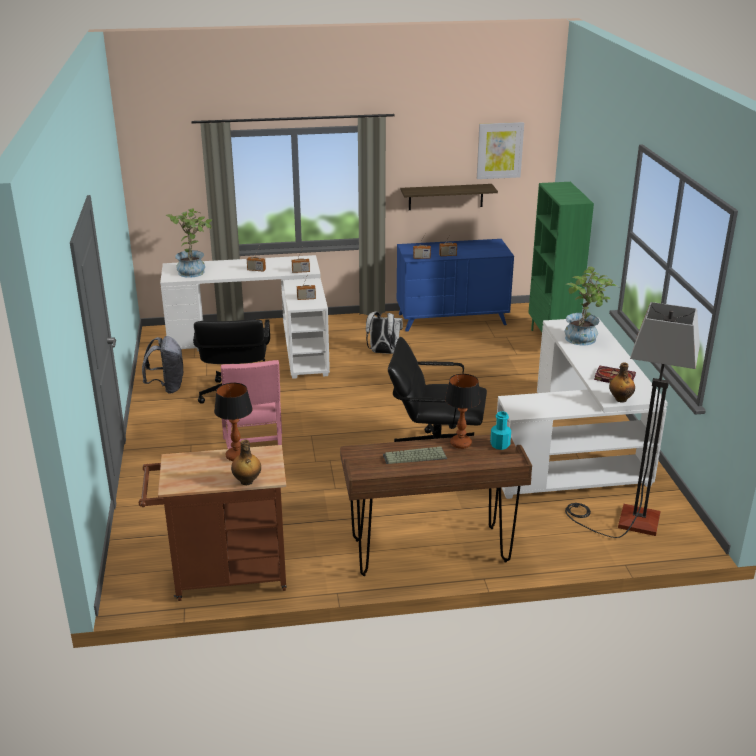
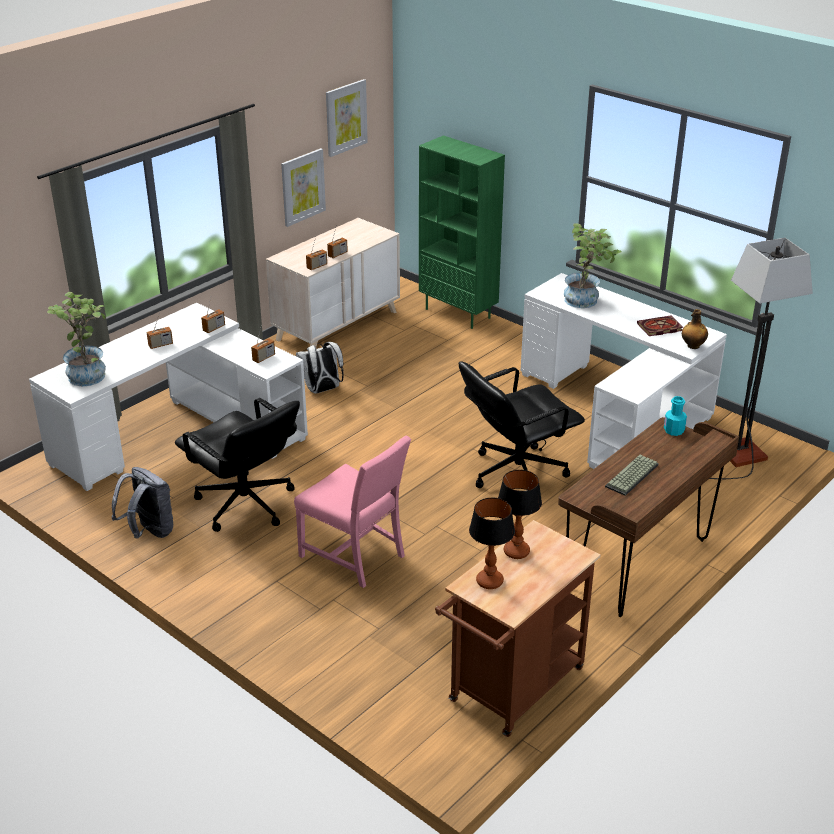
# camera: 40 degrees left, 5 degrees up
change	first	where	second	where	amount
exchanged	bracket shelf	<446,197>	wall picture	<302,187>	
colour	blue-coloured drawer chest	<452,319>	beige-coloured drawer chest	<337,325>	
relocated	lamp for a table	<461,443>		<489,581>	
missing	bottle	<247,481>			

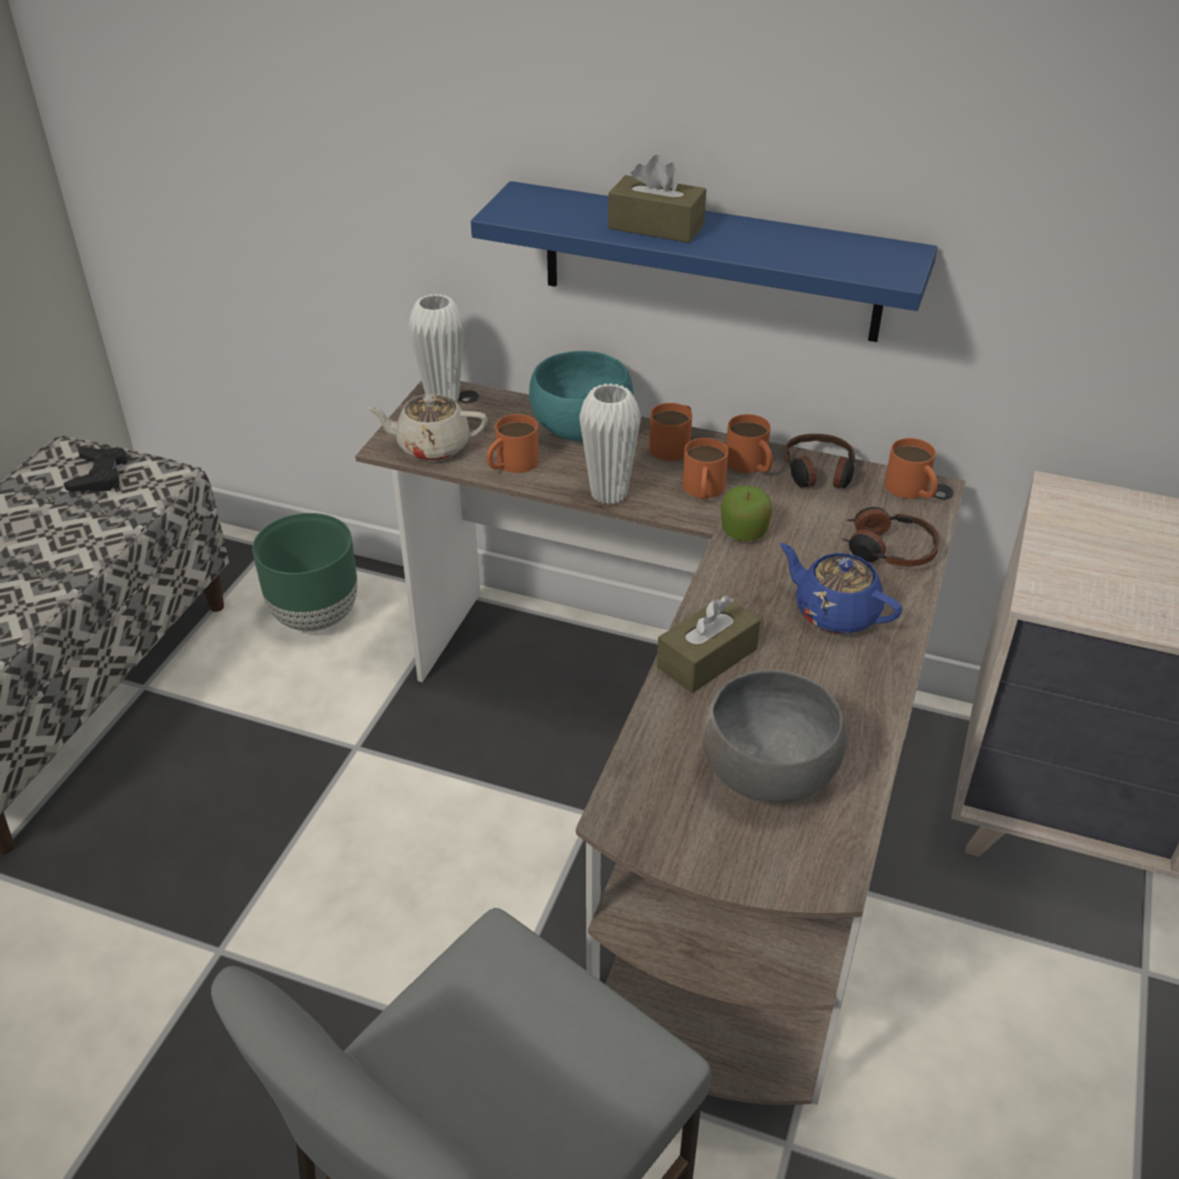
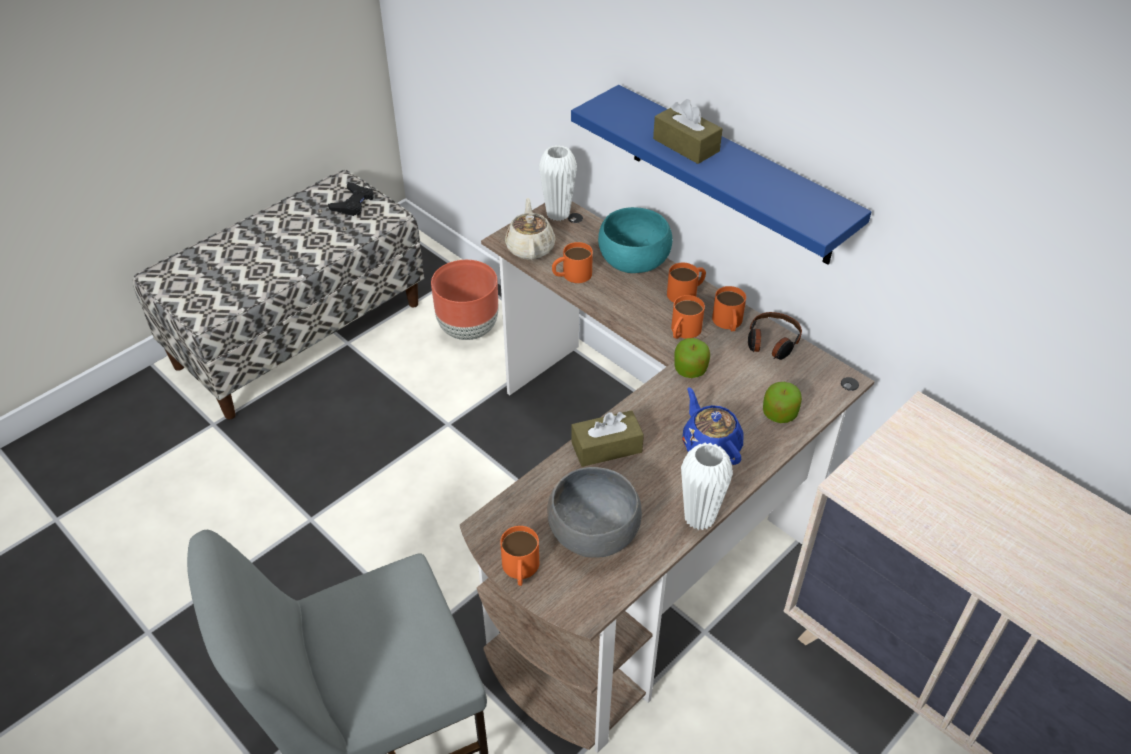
# camera: 25 degrees right, 5 degrees up
change	first	where	second	where	amount
relocated	white-coloured flower vase	<609,493>		<699,518>	
spun	beige-coloured pot for tea	<431,446>		<530,247>	60 degrees clockwise
relocated	orange-coloured coffee mug	<912,490>		<520,570>	
exchanged	headset	<888,549>	whole apple	<779,413>	
colour	green planter	<316,615>	brownish planter	<469,329>	

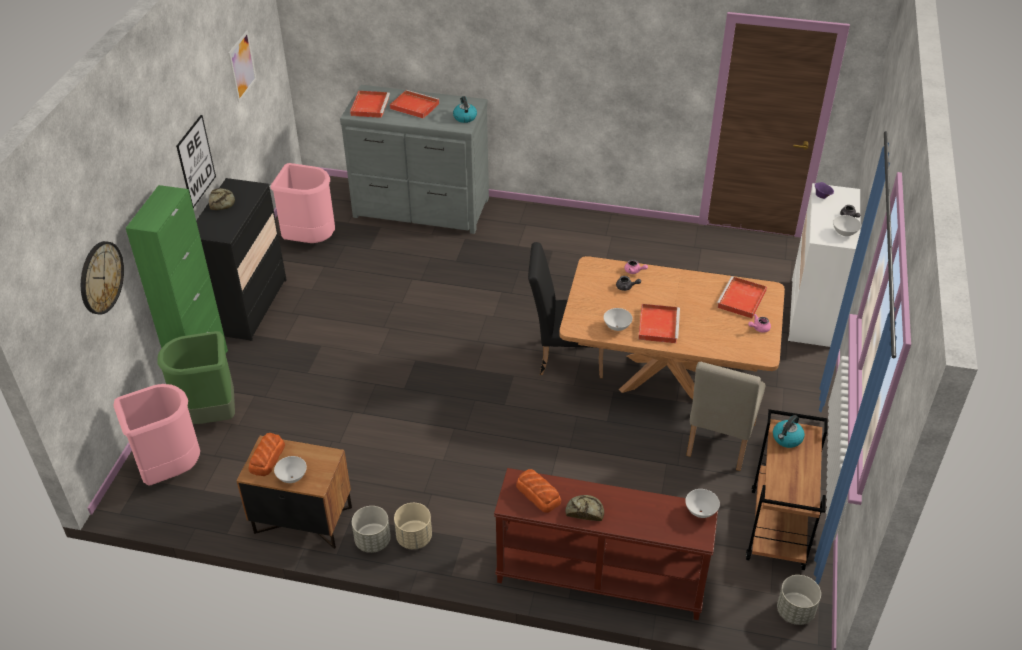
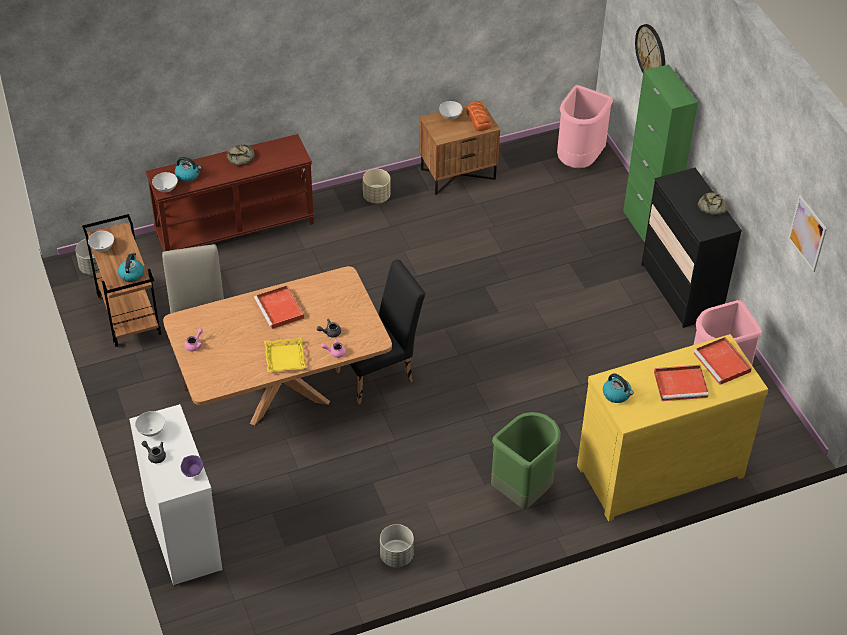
# camera: 145 degrees right, 5 degrees up
change	first	where	second	where	amount
colour	gray drawer chest	<421,209>	yellowish drawer chest	<658,469>	
missing	wall picture	<196,161>			
missing	red-coloured serving tray	<741,300>			
relocated	white-coloured serving bowl	<617,327>		<102,248>	
relocated	green waste bin	<210,416>		<522,491>	
missing	baked bread	<538,494>			
relocated	gray planter	<372,541>		<396,556>	
appeared			kettle	<188,175>	
appeared			yellowish serving tray	<285,358>	

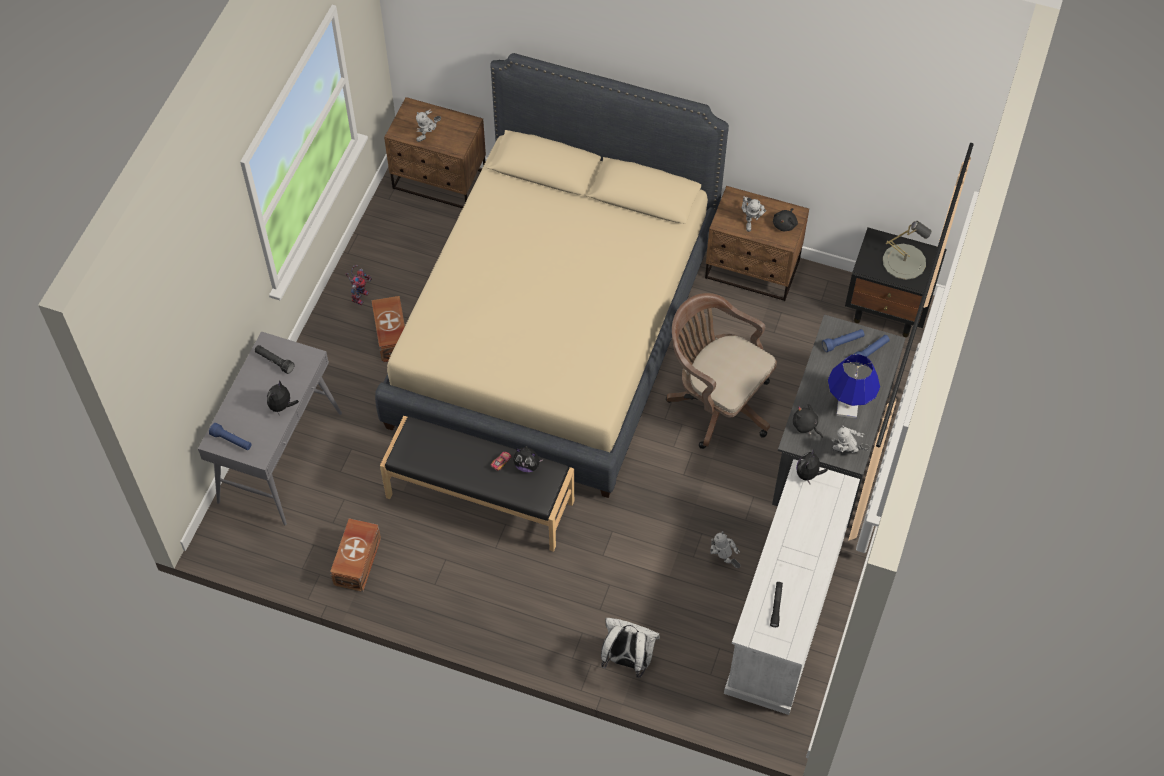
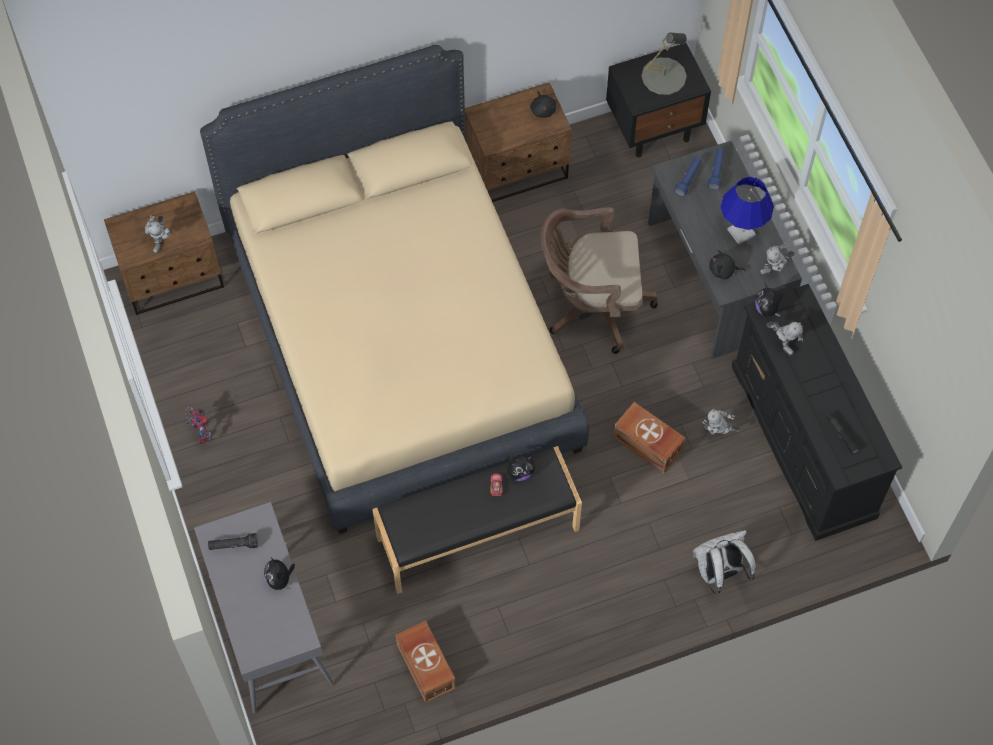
# camera: 40 degrees left, 5 degrees up
change	first	where	second	where	amount
relocated	robot figure	<750,221>		<783,343>	
relocated	brownish storage box	<391,337>		<648,445>	
missing	blue-coloured flashlight	<232,441>			
colour	white-coloured drawer chest	<785,615>	black-coloured drawer chest	<803,442>	

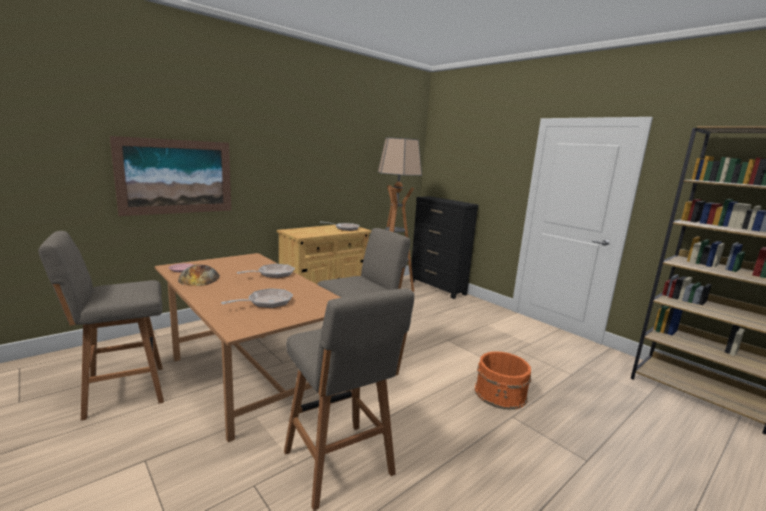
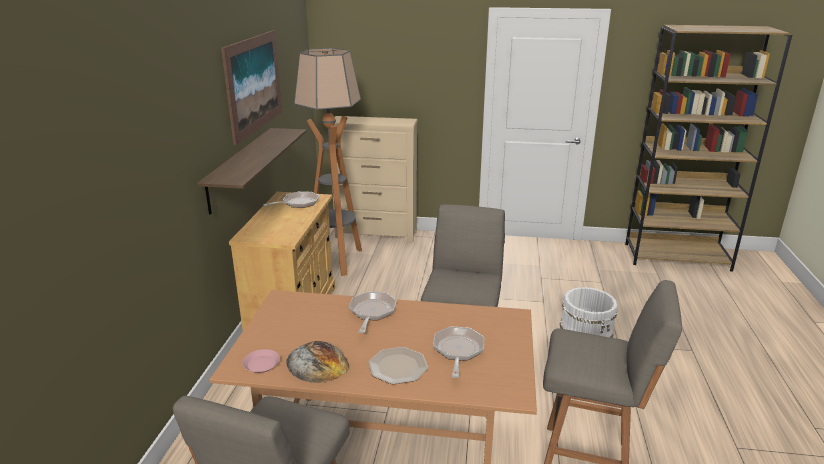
# camera: 40 degrees left, 10 degrees up
change	first	where	second	where	amount
relocated	wall picture	<176,177>		<254,84>	
colour	black-coloured drawer chest	<437,288>	beige-coloured drawer chest	<377,234>	
colour	orange-coloured water bucket	<501,393>	white-coloured water bucket	<587,328>	
appeared			bracket shelf	<240,168>	
appeared			plate	<397,367>	

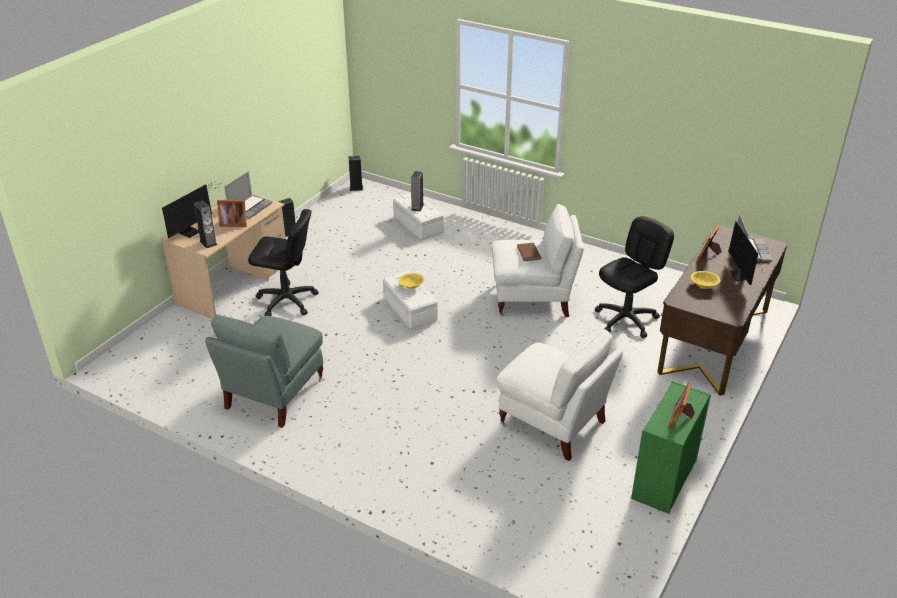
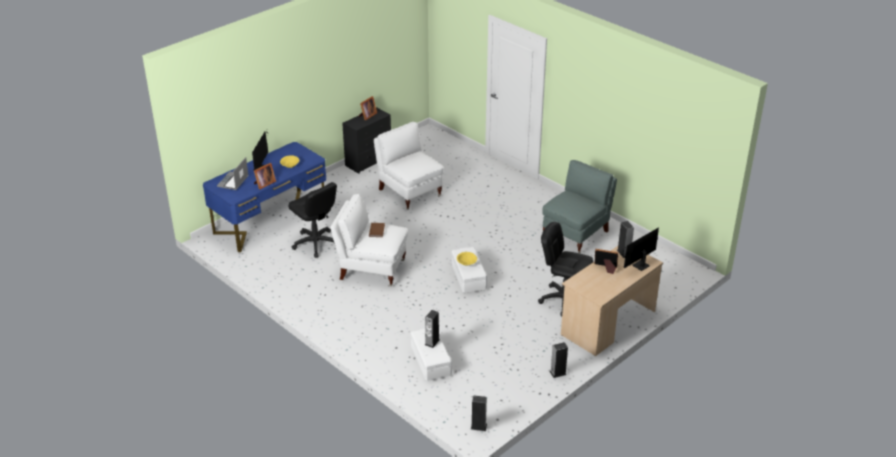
# camera: 165 degrees left, 0 degrees up
change	first	where	second	where	amount
missing	portable computer	<250,207>			
spun	black-coloured computer chair	<626,320>		<315,243>	105 degrees counterclockwise
colour	brownish desk unit	<714,341>	blue-coloured desk unit	<270,220>	
colour	green drawer chest	<664,480>	black-coloured drawer chest	<369,161>	

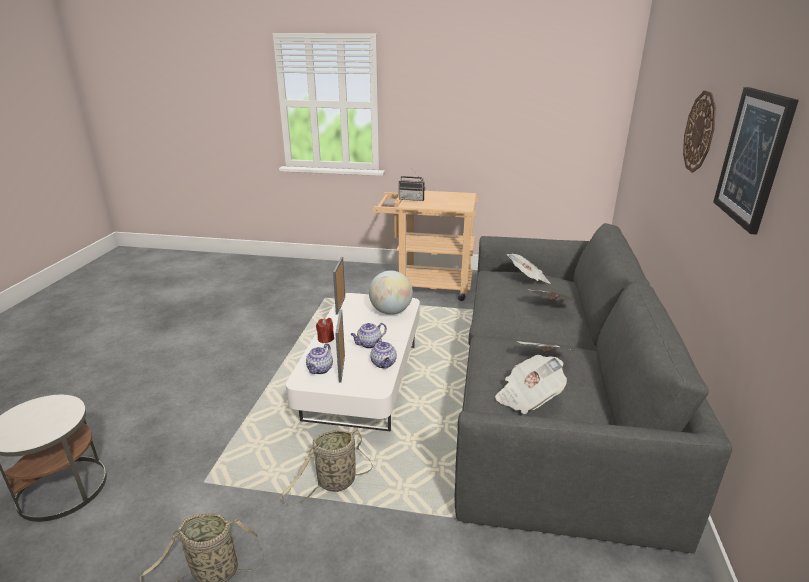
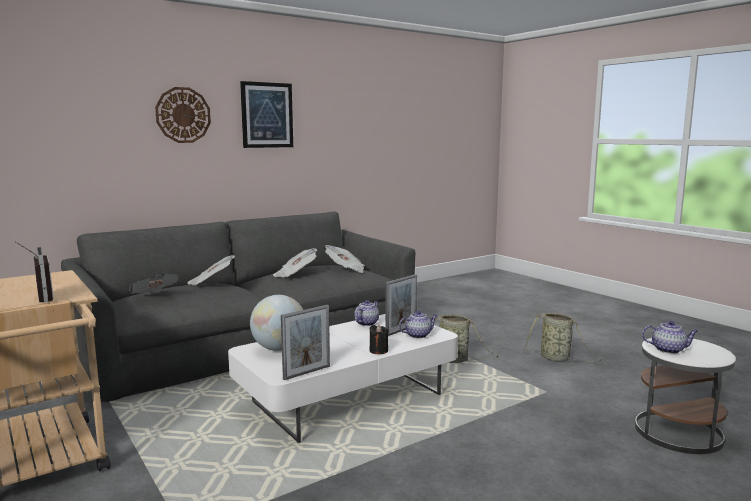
# camera: 135 degrees left, 15 degrees down
change	first	where	second	where	amount
colour	red-coloured wax light	<325,339>	black-coloured wax light	<378,351>	
relocated	pot for tea	<369,344>		<668,349>	

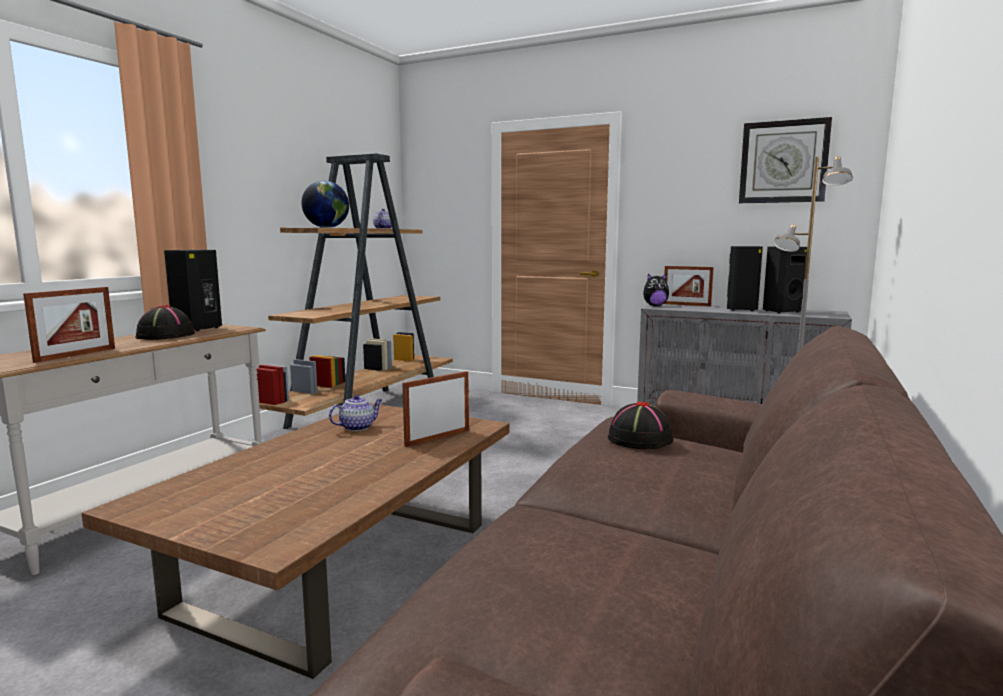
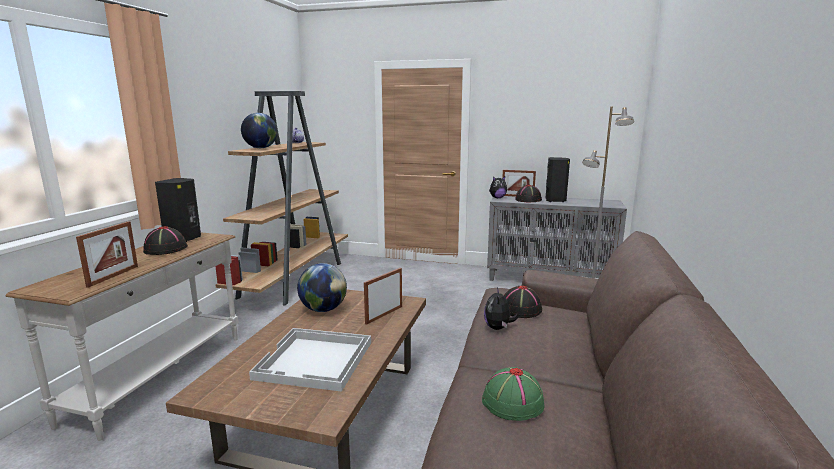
# camera: 10 degrees left, 5 degrees up
change	first	where	second	where	amount
missing	wall clock	<783,162>			
missing	black-coloured audio speaker	<781,311>			
exchanged	pot for tea	<357,427>	desk globe	<323,309>	
appeared			black-coloured hat	<528,200>	
appeared			cuddly toy	<498,328>	
appeared			white-coloured serving tray	<315,360>	
appeared			green hat	<512,402>	

